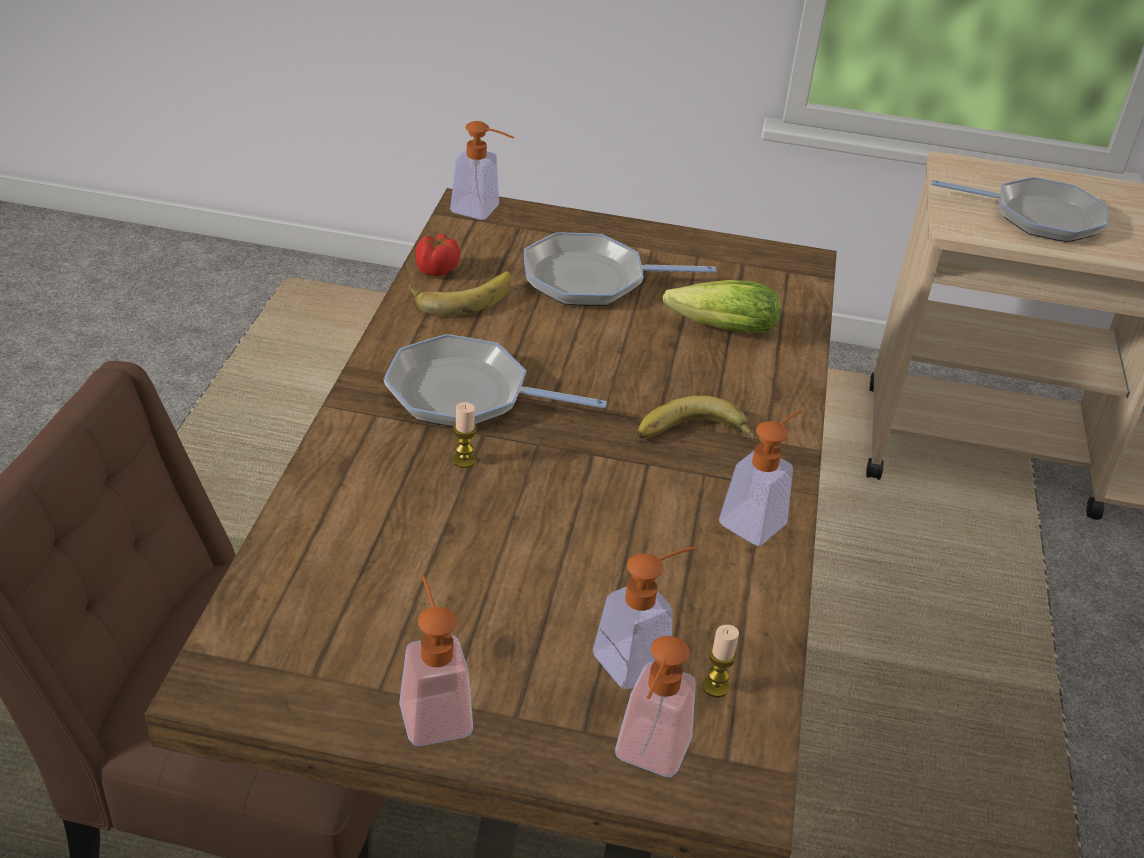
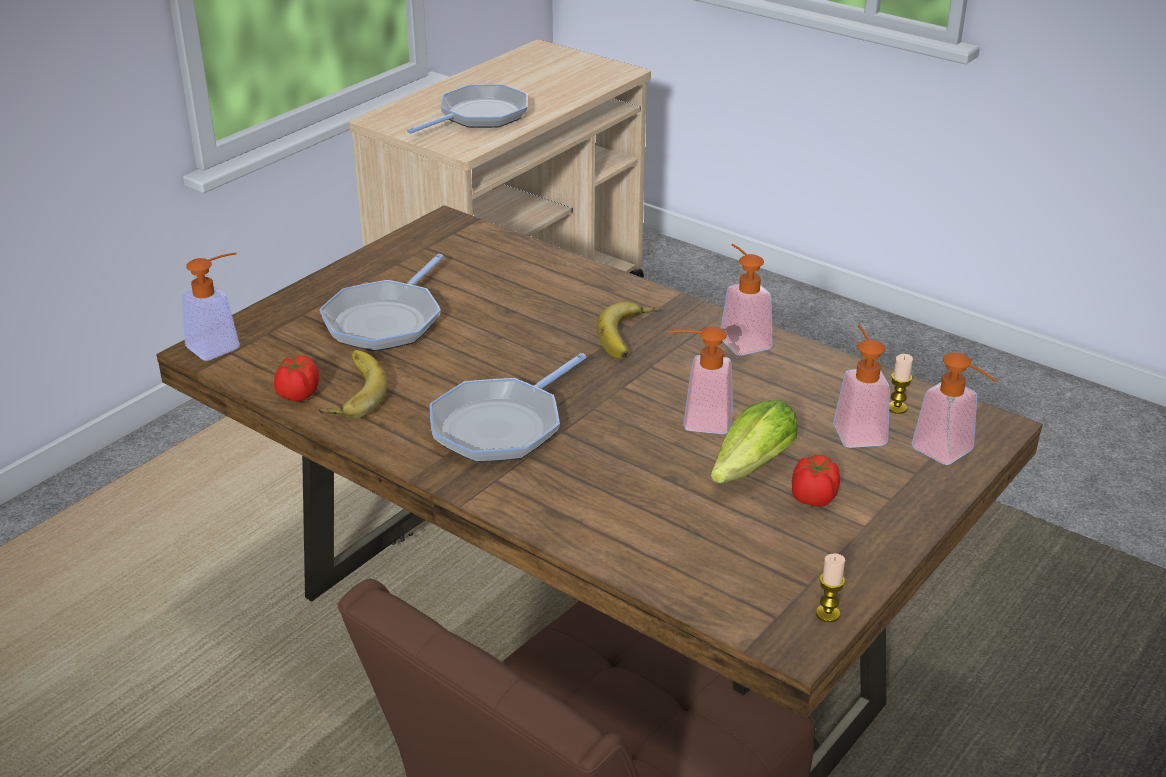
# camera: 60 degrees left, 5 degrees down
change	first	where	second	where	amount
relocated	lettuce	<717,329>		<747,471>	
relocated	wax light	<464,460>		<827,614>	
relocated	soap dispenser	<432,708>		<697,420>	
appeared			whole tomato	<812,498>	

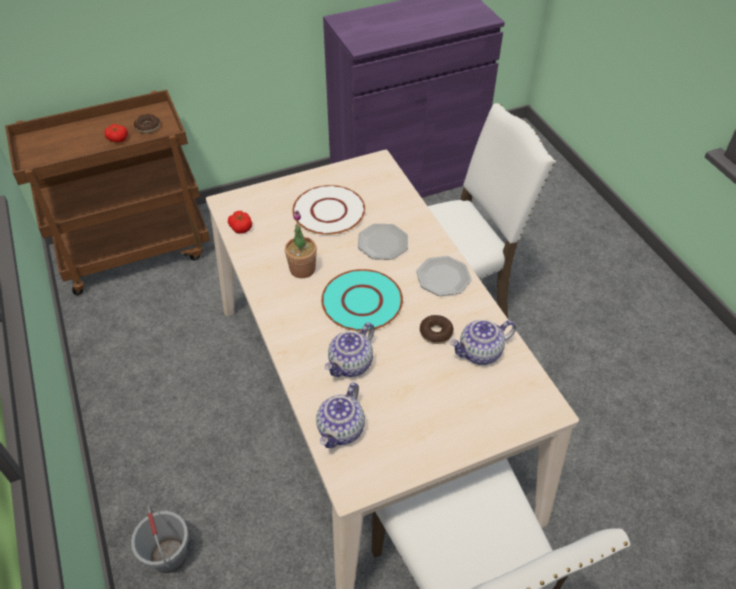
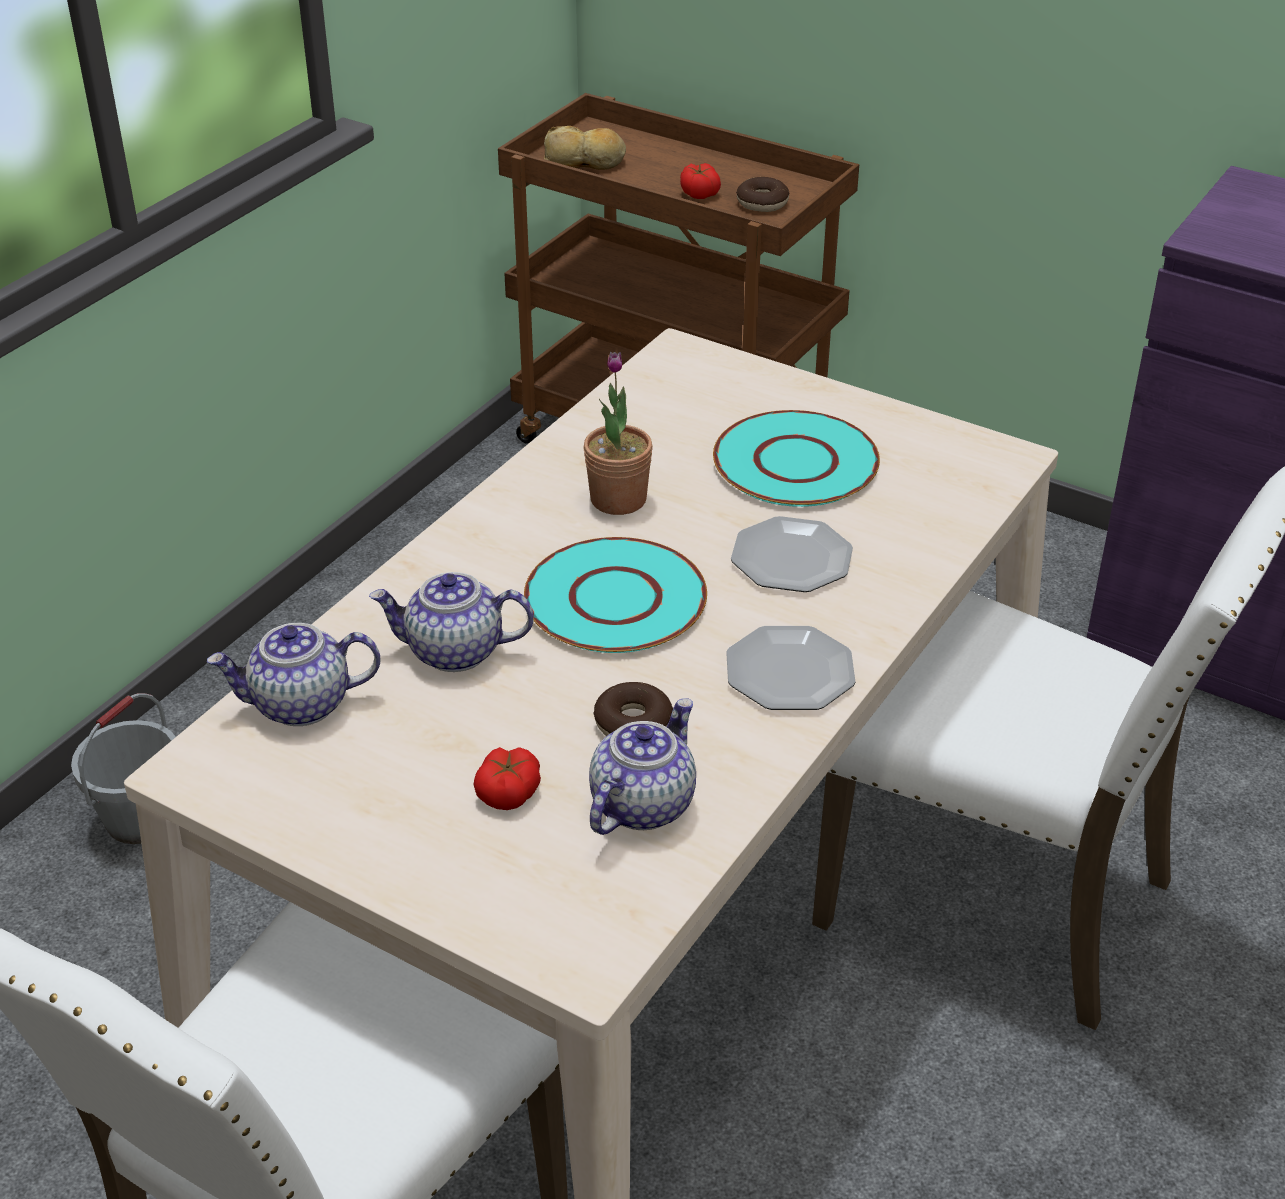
# camera: 55 degrees right, 10 degrees down
change	first	where	second	where	amount
colour	white-coloured plate	<328,211>	turquoise-coloured plate	<796,462>	
relocated	whole tomato	<241,227>		<509,792>	
spun	pot for tea	<480,353>		<641,804>	90 degrees clockwise
appeared			baked bread	<585,161>	

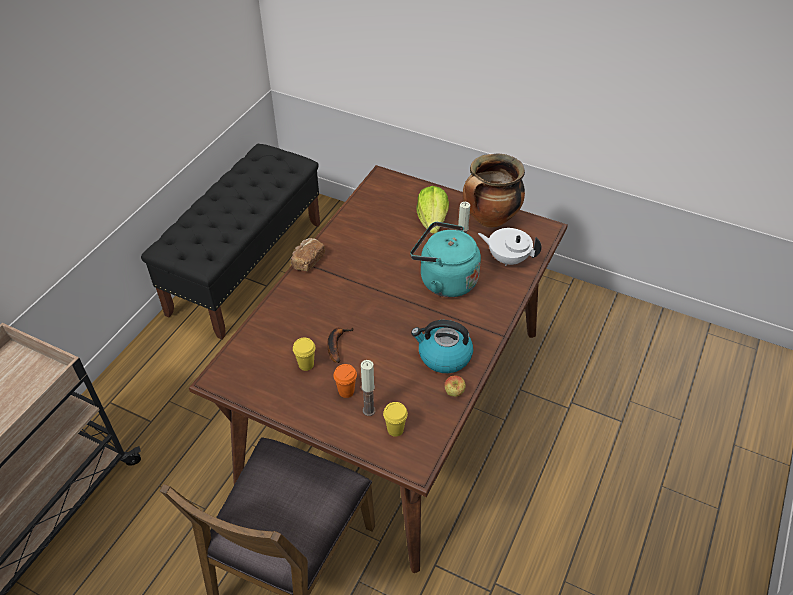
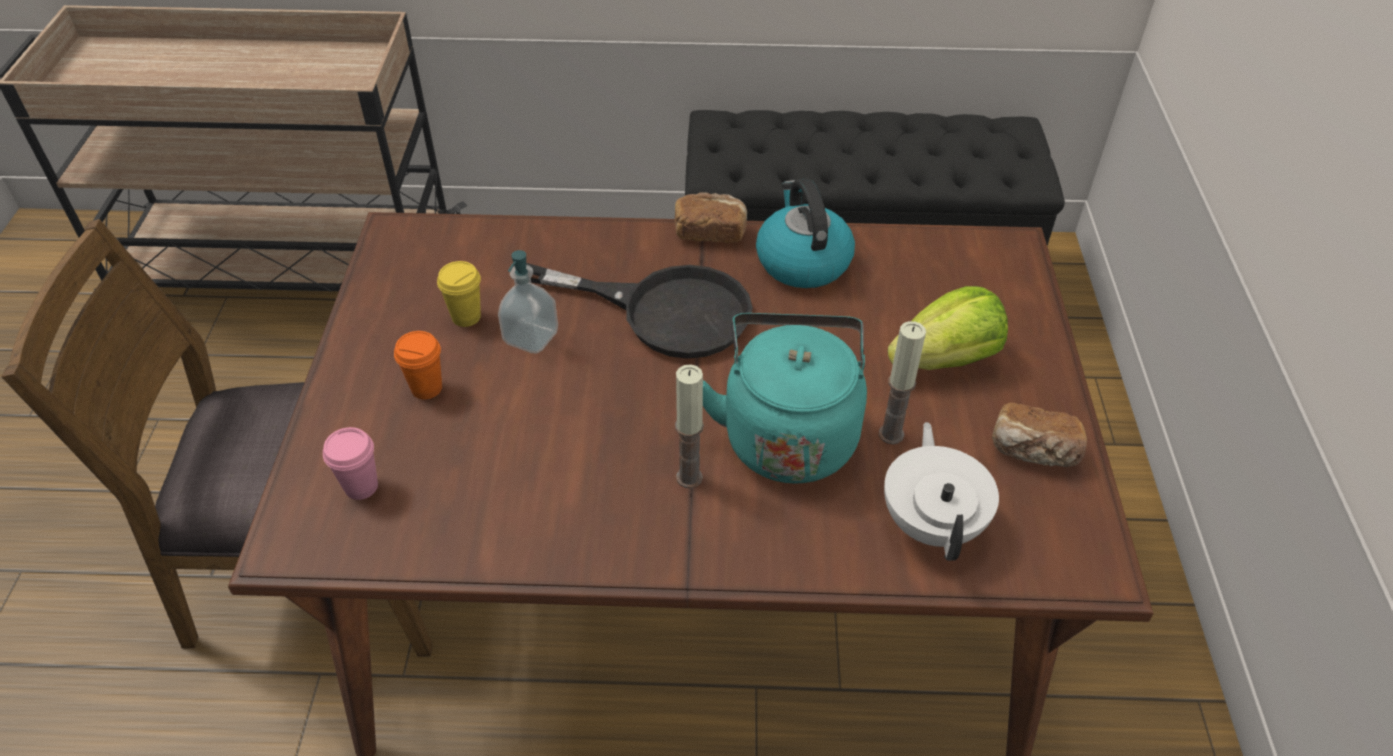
# camera: 65 degrees right, 0 degrees up
change	first	where	second	where	amount
exchanged	stockpot	<490,219>	baked bread	<1033,452>	
relocated	kettle	<443,356>		<802,261>	
exchanged	banana	<336,344>	soap dispenser	<531,337>	
relocated	wax light	<369,410>		<689,477>	
missing	whole apple	<454,393>			
colour	yellowish small cup	<395,429>	pink small cup	<361,486>	
appeared			black-coloured skillet	<664,311>	

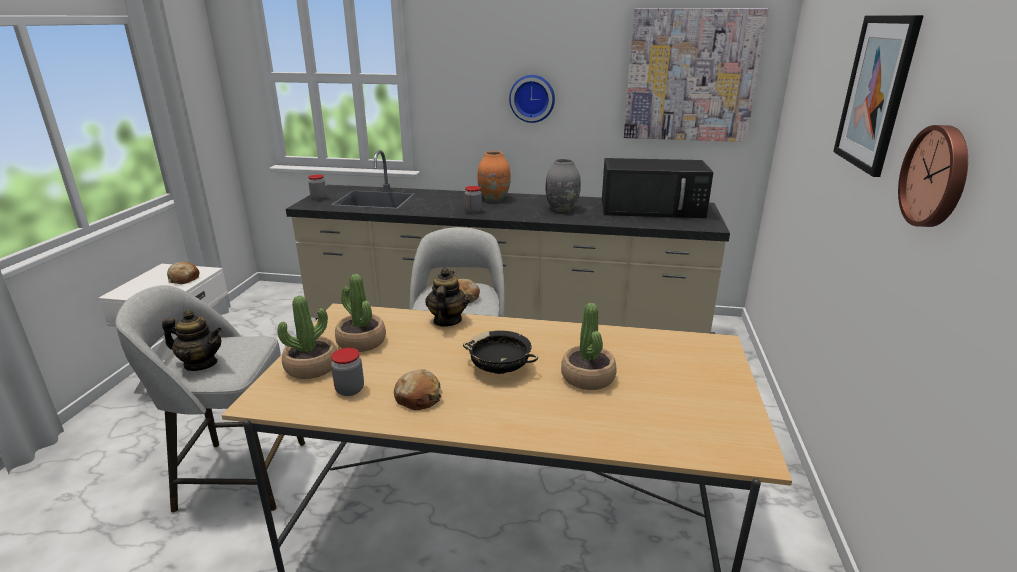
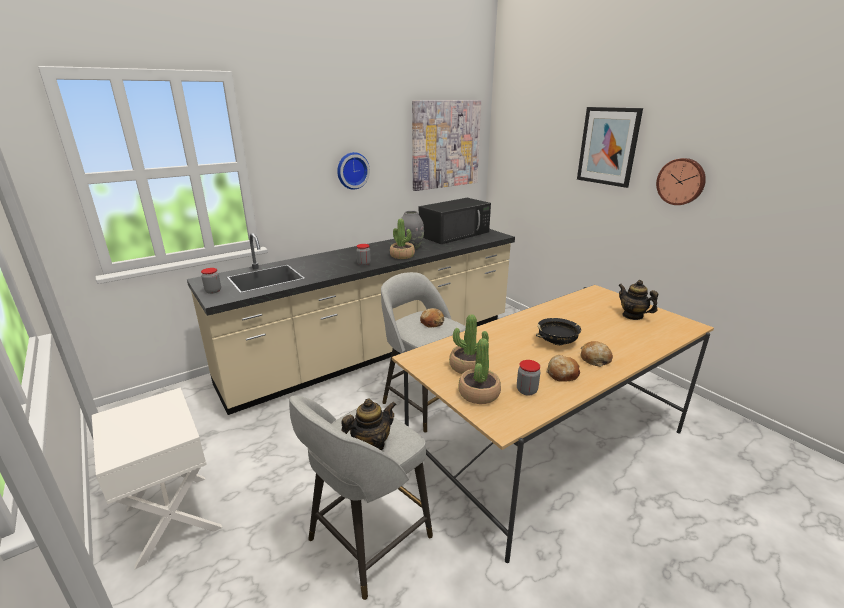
# camera: 45 degrees left, 0 degrees up
change	first	where	second	where	amount
missing	orange-coloured flower vase	<494,199>			
relocated	baked bread	<184,278>		<595,359>	
relocated	pot for tea	<447,321>		<632,316>	
relocated	plant in a pot	<588,377>		<402,255>	

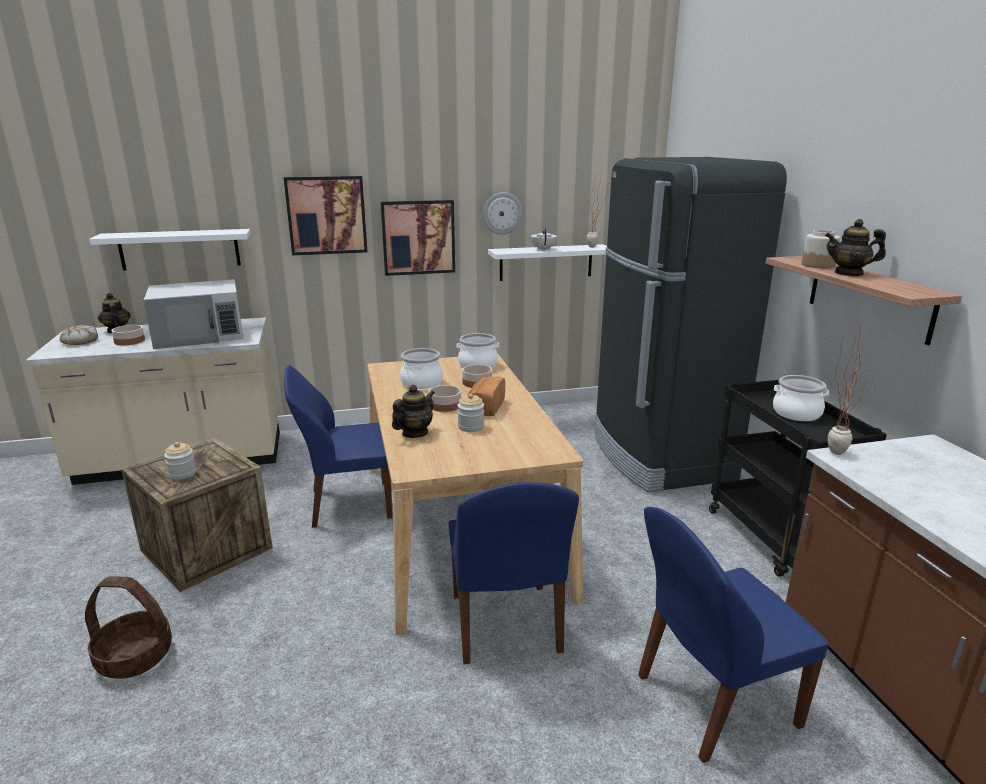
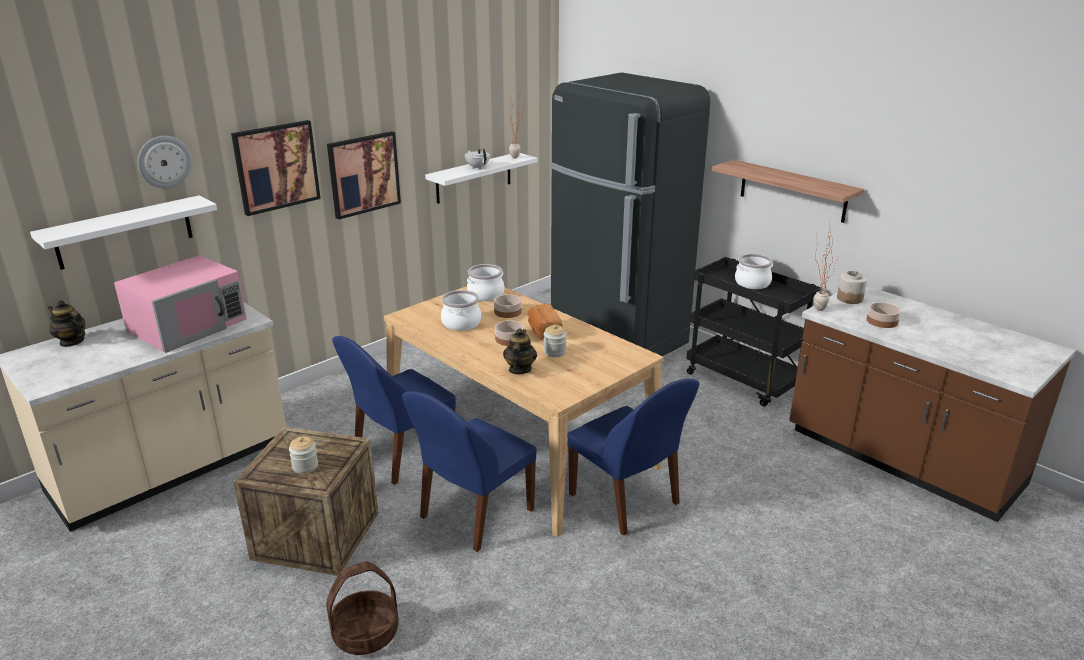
# camera: 30 degrees left, 5 degrees up
change	first	where	second	where	amount
relocated	wall clock	<502,213>		<164,161>	
missing	pot for tea	<849,273>			
relocated	storage jar	<818,265>		<849,298>	
colour	white-coloured microwave	<200,335>	pink microwave	<188,325>	
missing	baked bread	<80,341>			
relocated	serving bowl	<130,341>		<881,321>	
relocated	blue-coloured upright chair	<712,701>		<474,515>	

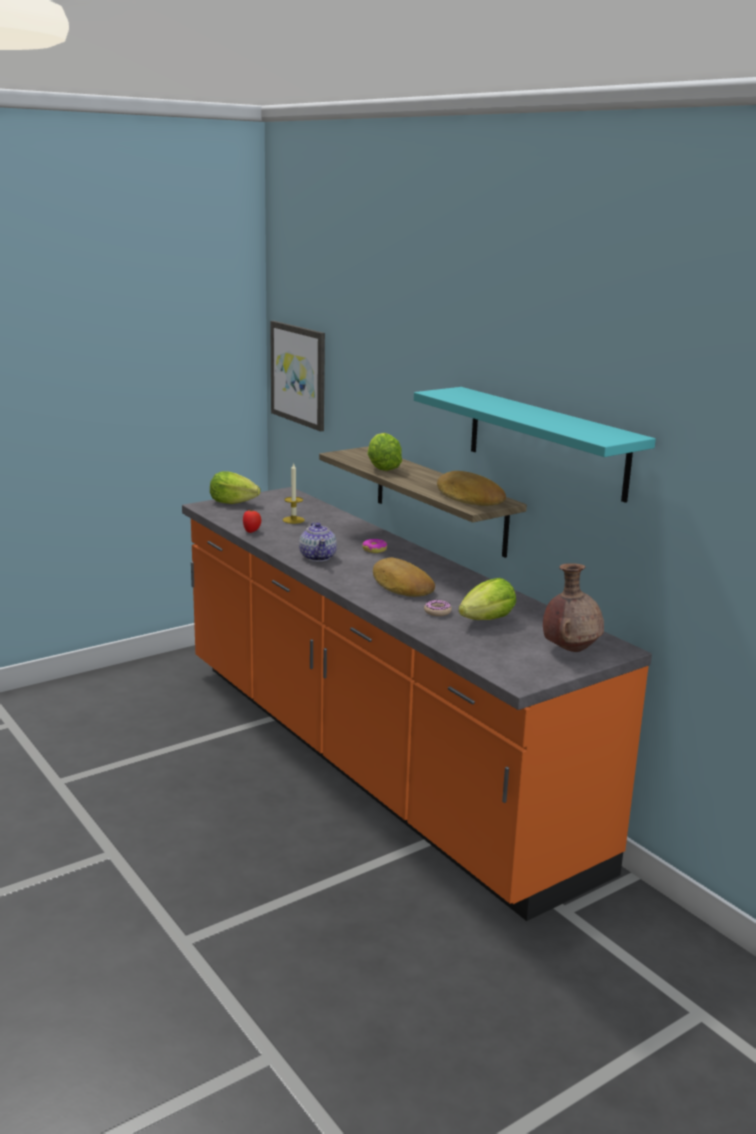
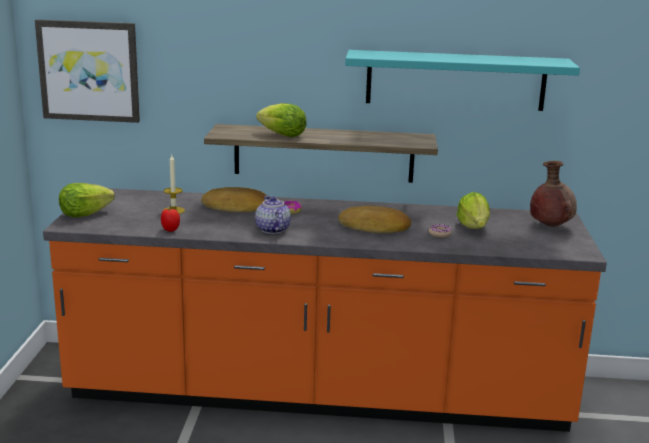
# camera: 50 degrees left, 0 degrees up
change	first	where	second	where	amount
relocated	baked bread	<468,497>		<236,207>	
spun	pot for tea	<318,557>		<272,229>	135 degrees counterclockwise

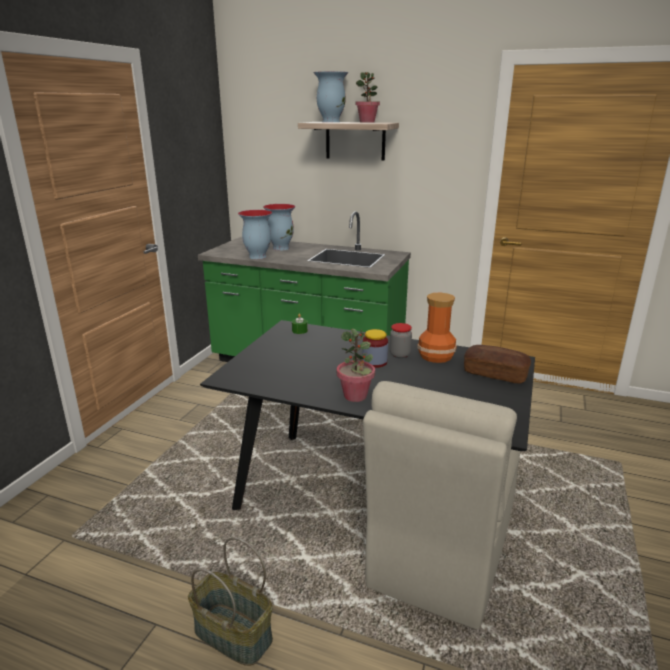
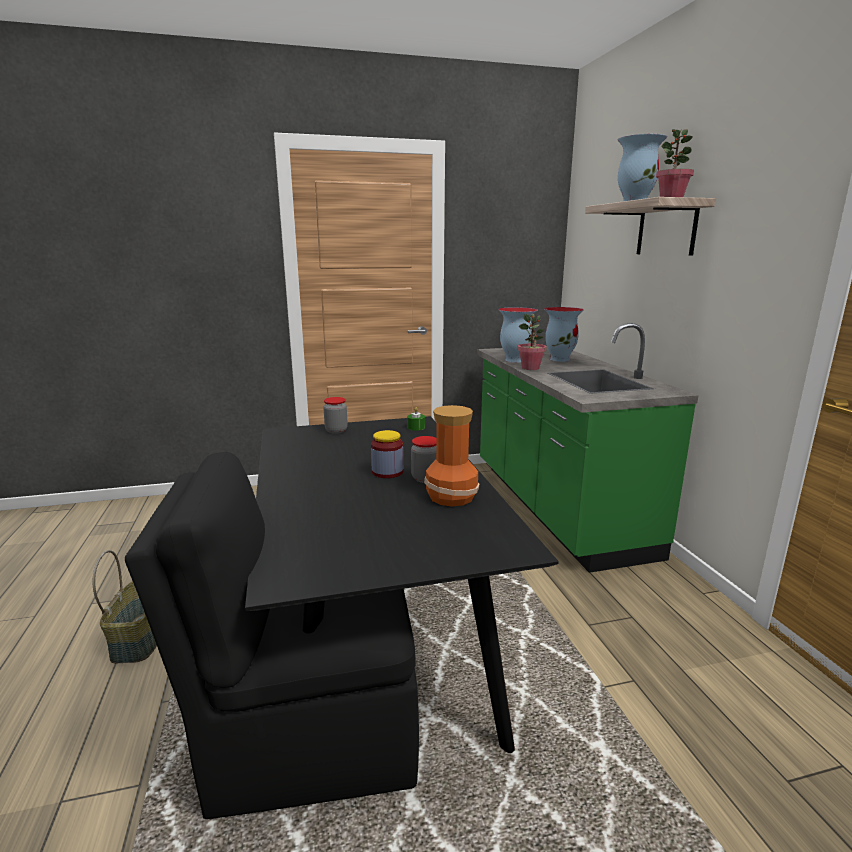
# camera: 55 degrees right, 5 degrees down
change	first	where	second	where	amount
relocated	plant in a pot	<355,396>		<530,368>	
missing	baked bread	<495,374>			
colour	beige-coloured upright chair	<438,559>	black-coloured upright chair	<308,736>	
appeared			storage jar	<336,430>	

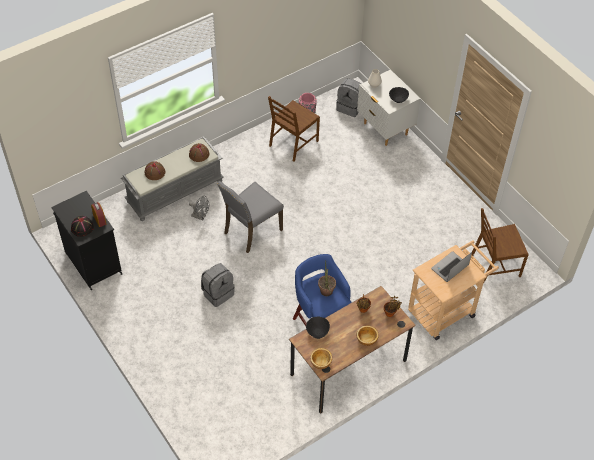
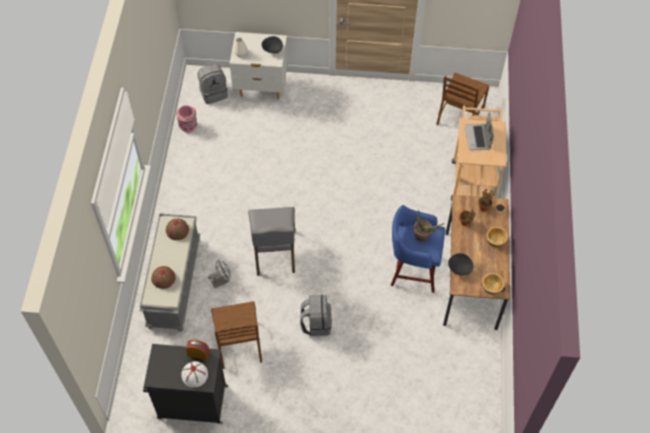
# camera: 50 degrees left, 5 degrees up
change	first	where	second	where	amount
relocated	brownish upright chair	<293,143>		<239,345>	
colour	black-coloured hat	<82,228>	white-coloured hat	<195,375>	

